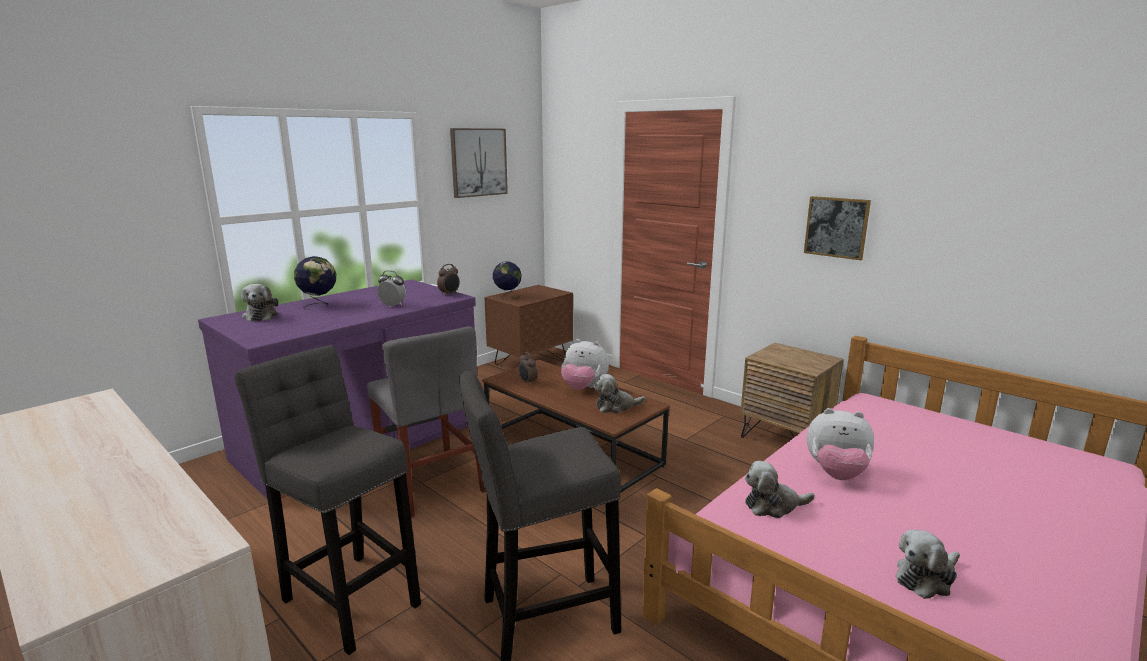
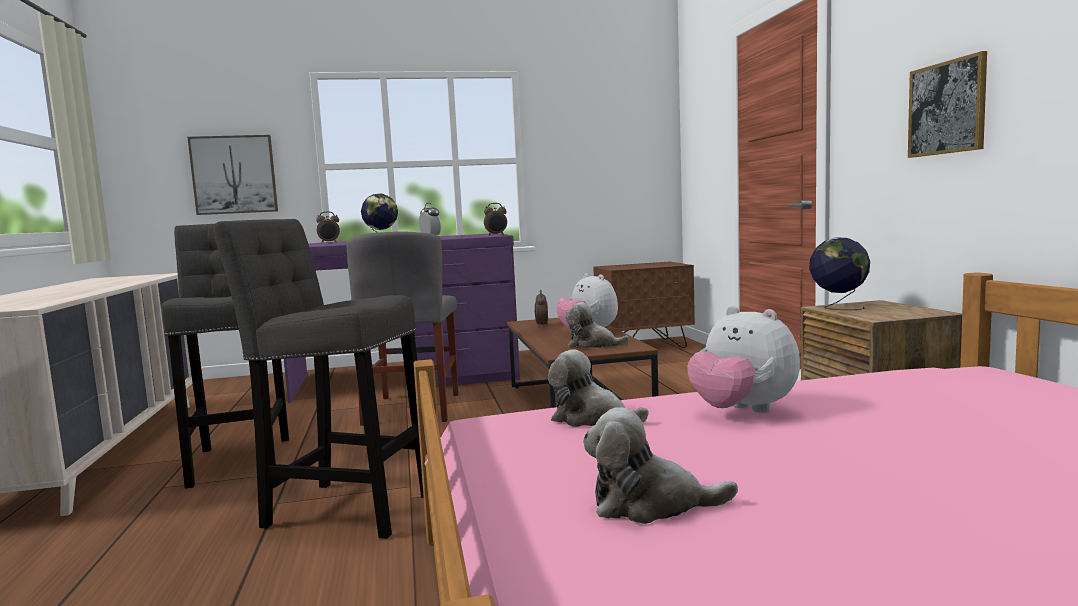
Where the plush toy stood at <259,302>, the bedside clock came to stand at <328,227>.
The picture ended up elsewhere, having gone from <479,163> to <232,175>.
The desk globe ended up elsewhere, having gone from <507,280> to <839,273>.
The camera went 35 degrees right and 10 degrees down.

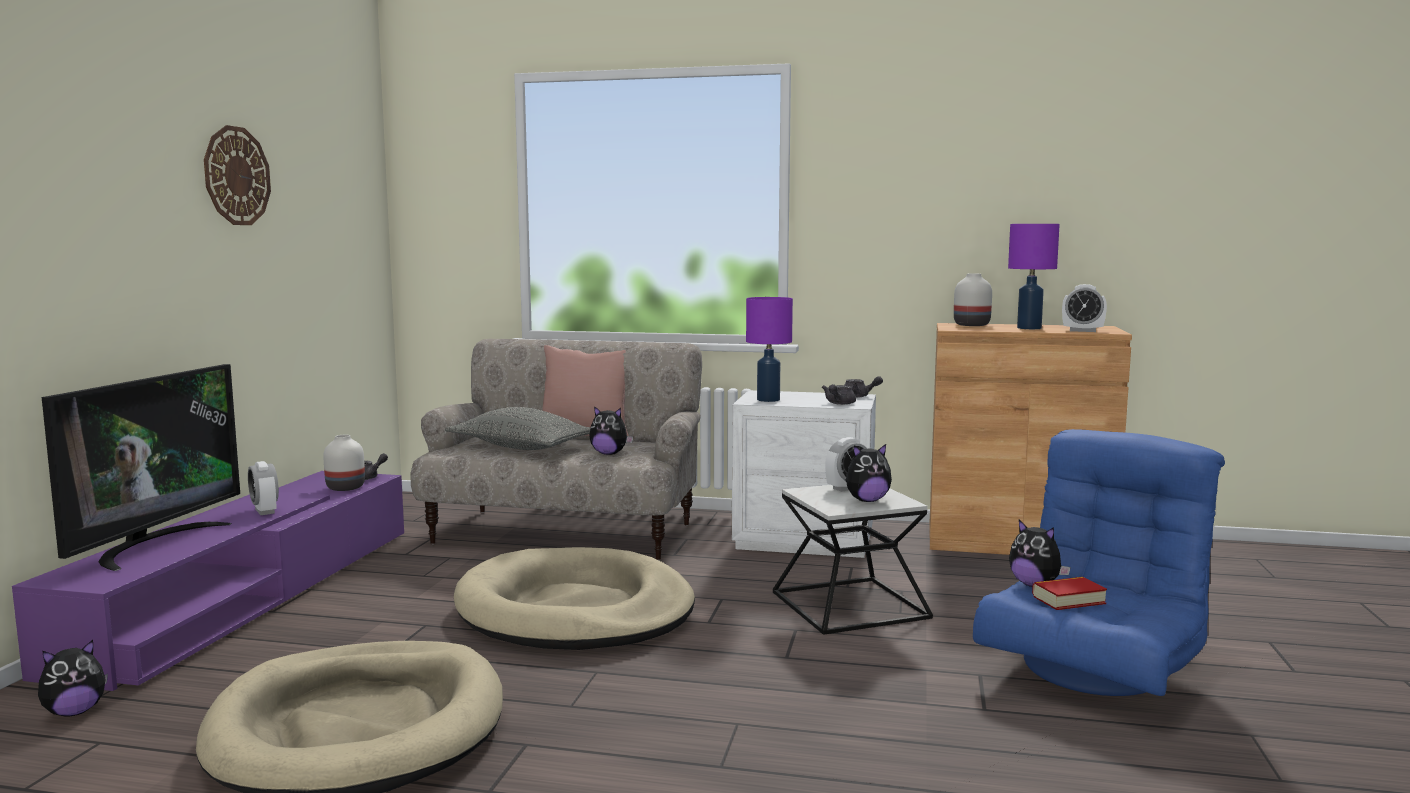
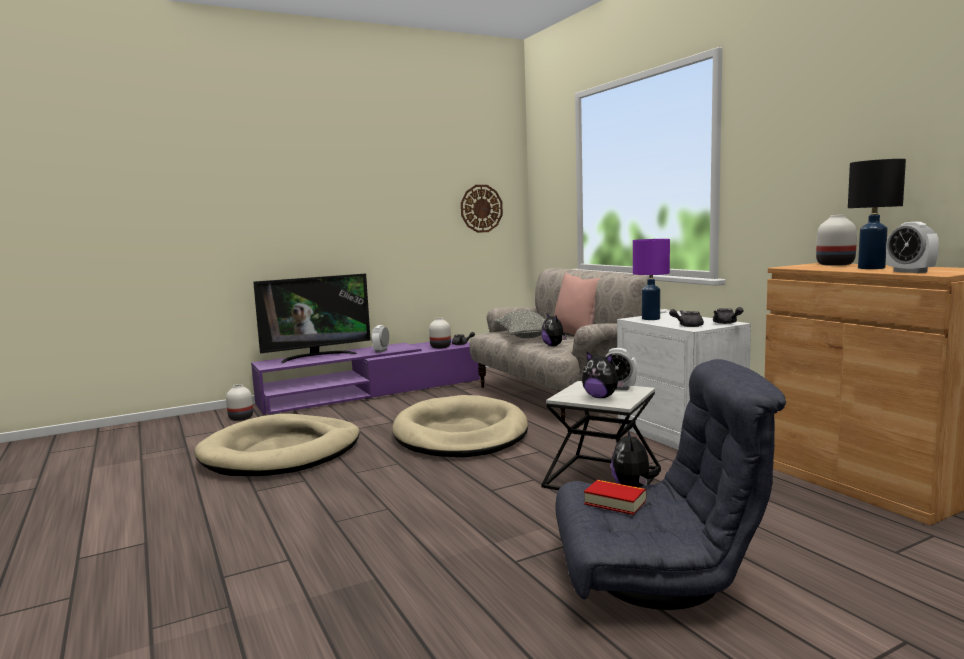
Where the plush toy stood at <73,678>, the decorative vase (white-coloured) came to stand at <239,402>.
The wall clock ended up elsewhere, having gone from <237,175> to <482,209>.
What was the lounge chair (blue) at <1099,562> turned into the lounge chair (gray) at <670,484>.
What was the lamp for a table (purple-coloured) at <1034,276> turned into the lamp for a table (blackish) at <877,214>.
The camera went 50 degrees right and 0 degrees up.

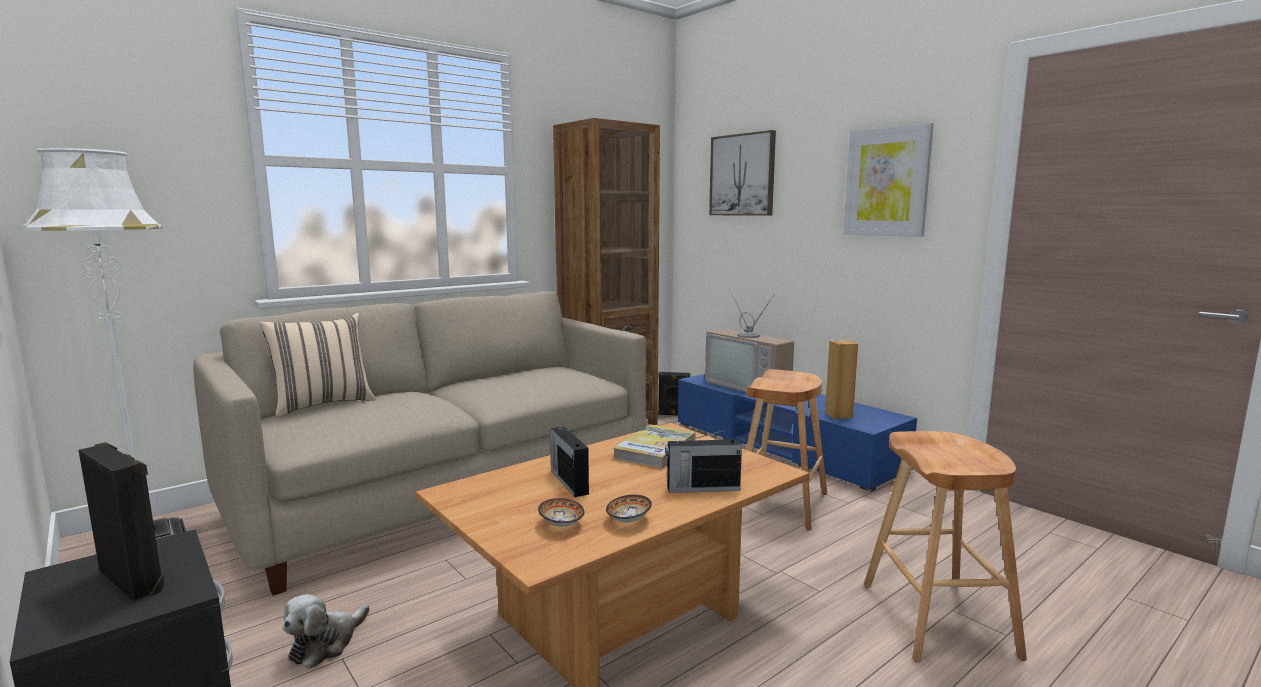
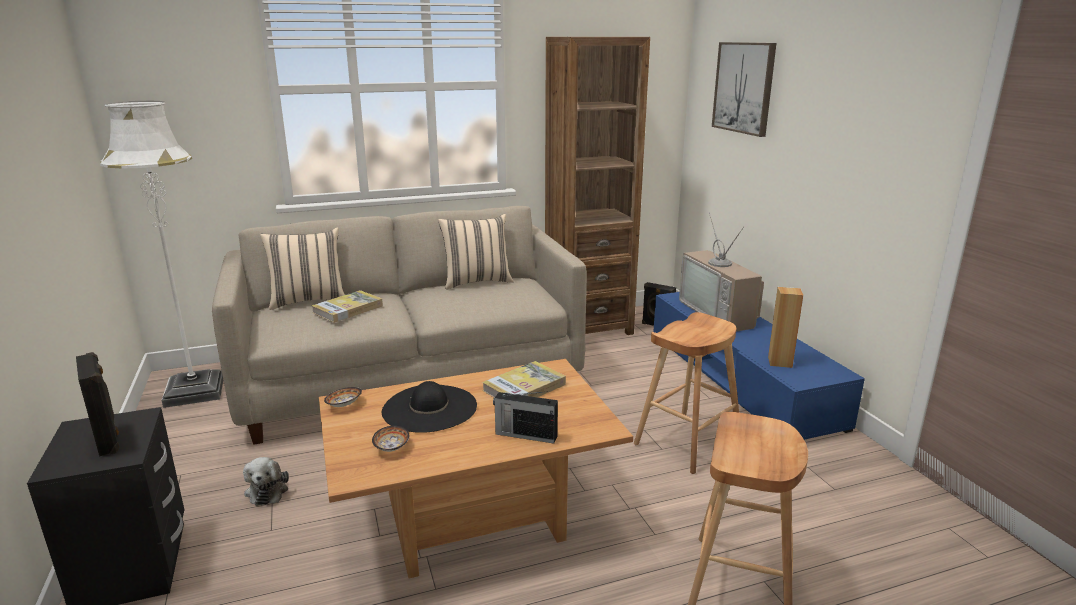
The plush toy at <326,631> ended up facing another way, 60 degrees counterclockwise from before.
Where the radio receiver stood at <569,461>, the clothing hat (blackish) came to stand at <429,407>.
The bowl ended up elsewhere, having gone from <629,508> to <343,397>.
The second view lost the picture at <888,180>.
The second view gained the volume at <347,306>.
The second view gained the cushion (beige) at <476,252>.
The camera went 20 degrees right and 10 degrees up.

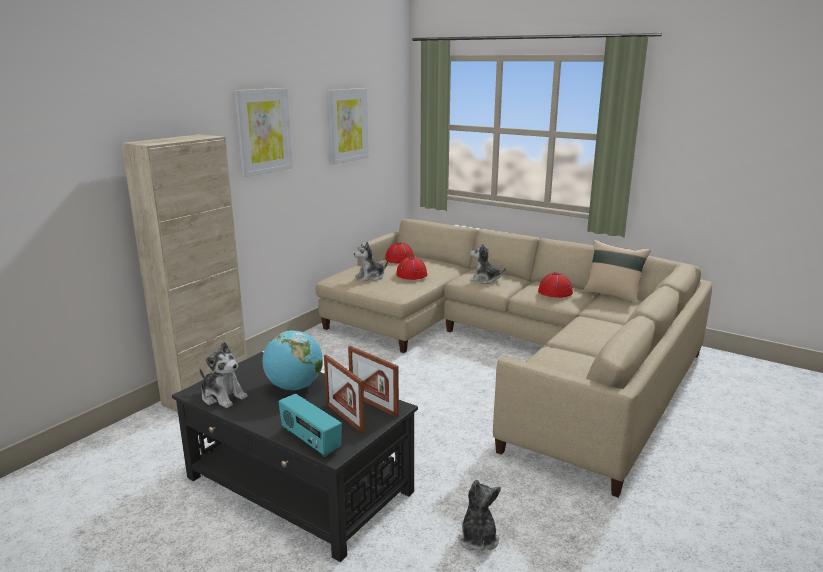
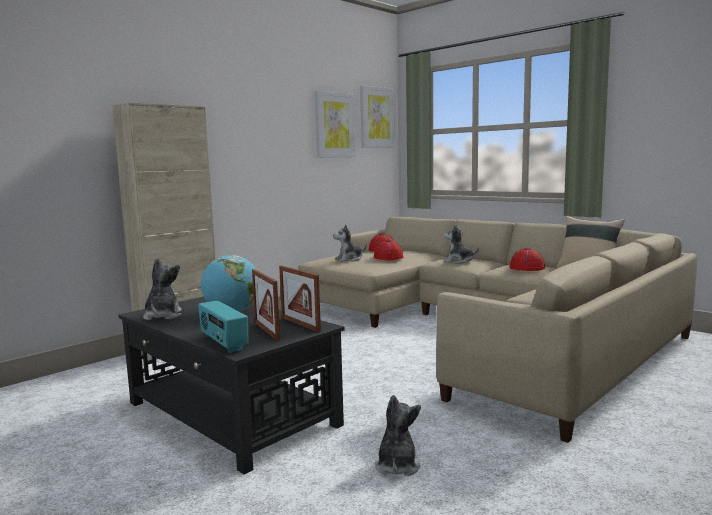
The plush toy at <223,375> ended up facing another way, 135 degrees counterclockwise from before.
The picture ended up elsewhere, having gone from <263,132> to <377,116>.
The camera went 10 degrees right and 10 degrees down.

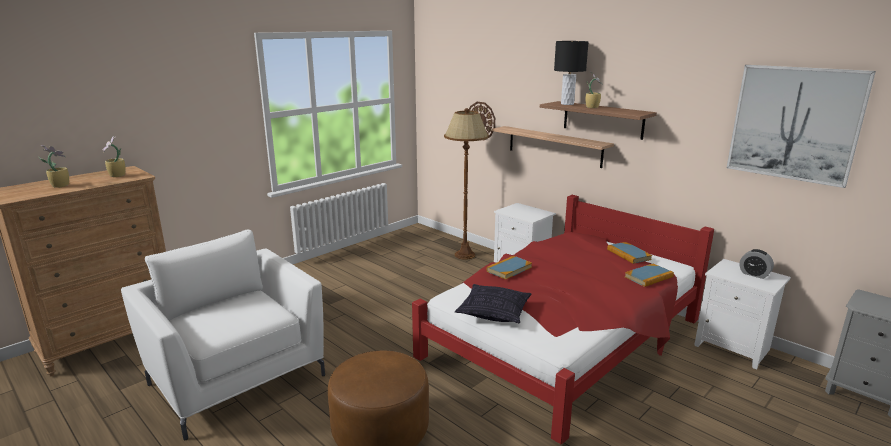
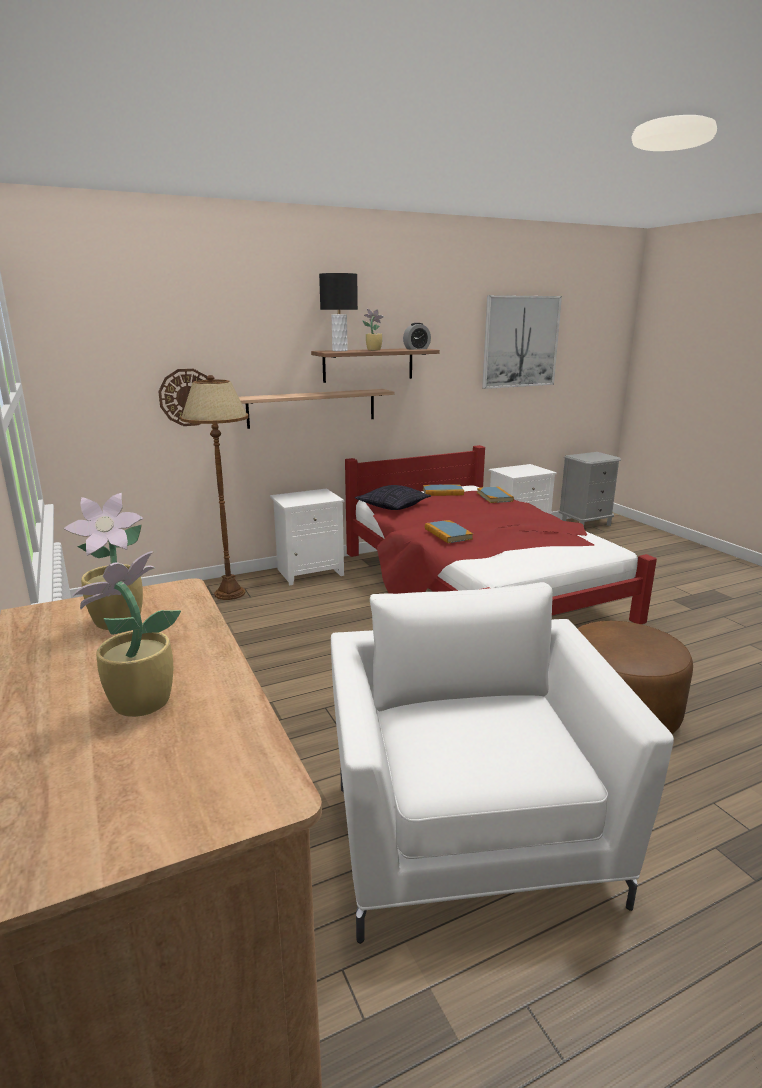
The lounge chair (white-coloured) at <223,334> ended up facing another way, 105 degrees clockwise from before.
The cushion ended up elsewhere, having gone from <493,303> to <393,497>.
The bedside clock ended up elsewhere, having gone from <756,264> to <417,336>.
The camera went 70 degrees left and 0 degrees up.

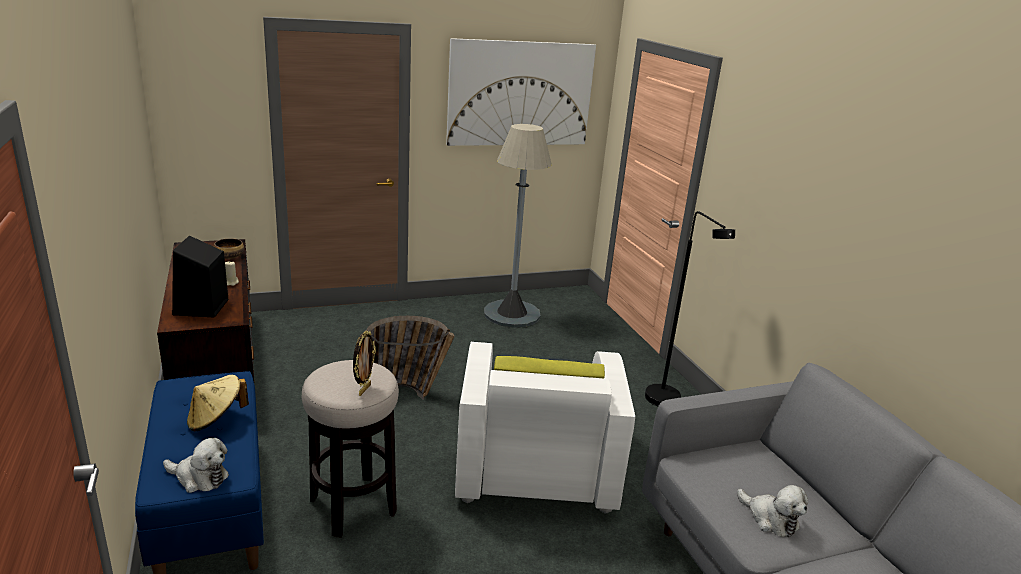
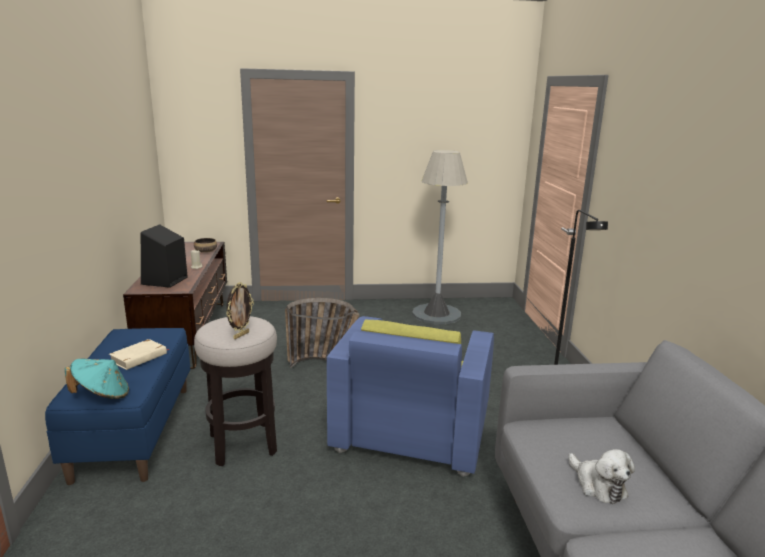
Where the plush toy stood at <196,465>, the clothing hat (blue-green) came to stand at <97,379>.
Where the clothing hat (beige) stood at <218,403>, the volume (beige) came to stand at <139,354>.
The second view lost the picture at <521,92>.
What was the lounge chair (white-coloured) at <545,428> turned into the lounge chair (blue) at <410,396>.
The camera went 15 degrees right and 5 degrees down.

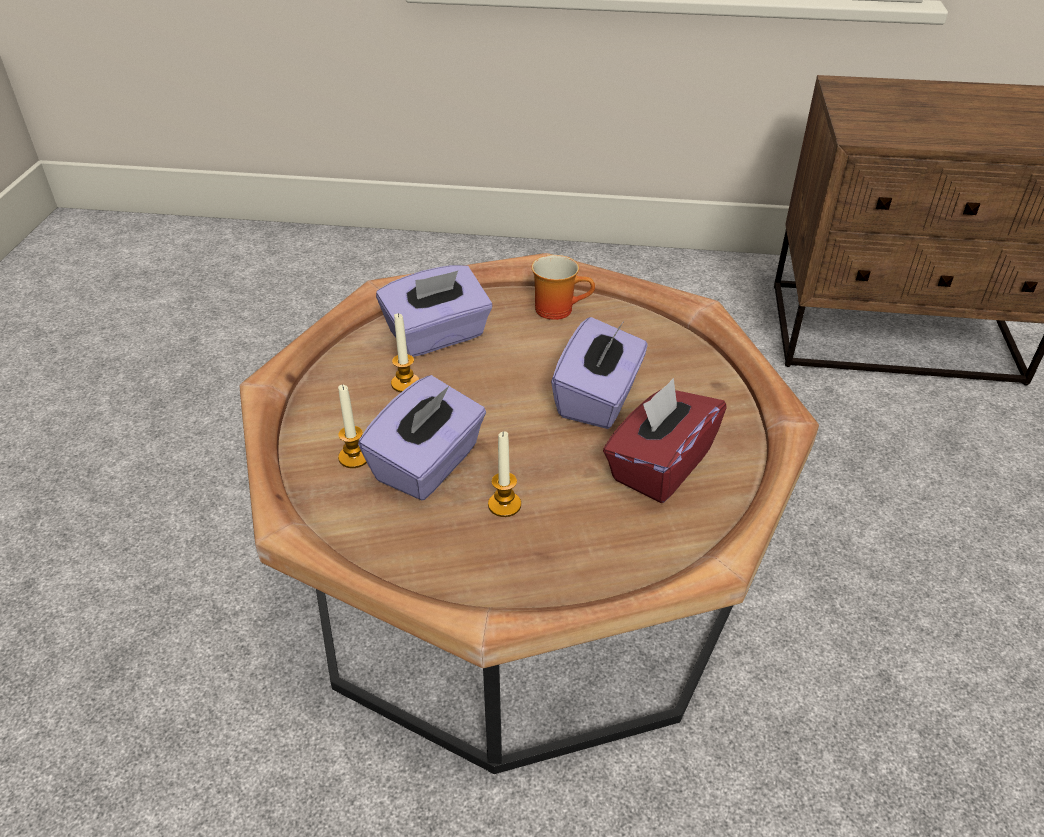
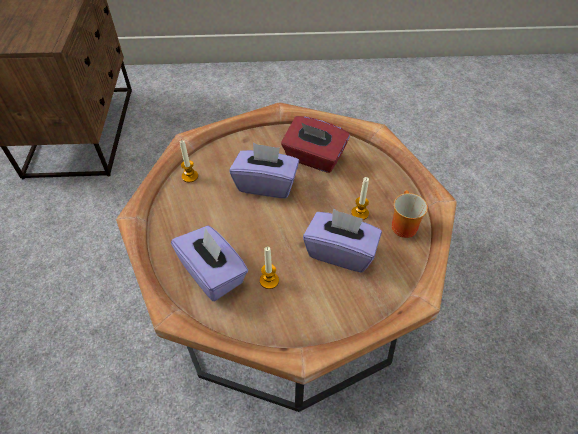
The candle ended up elsewhere, having gone from <352,426> to <189,161>.
The coffee mug ended up elsewhere, having gone from <563,287> to <410,214>.
The camera went 100 degrees left and 10 degrees up.

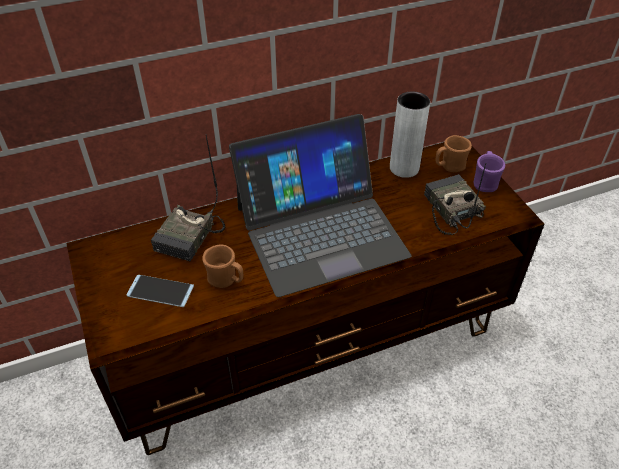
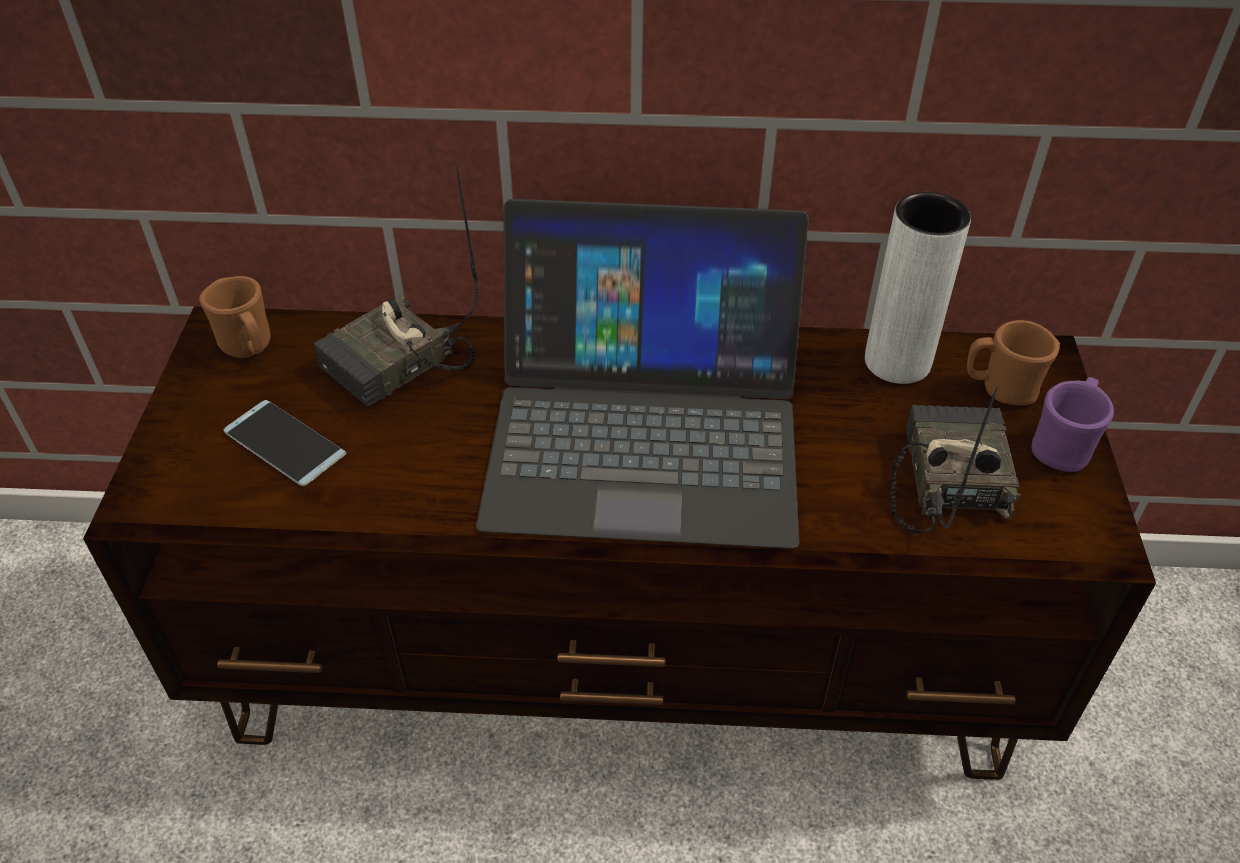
The coffee mug (brown-coloured) ended up elsewhere, having gone from <222,266> to <234,317>.
The camera went 25 degrees right and 0 degrees up.

